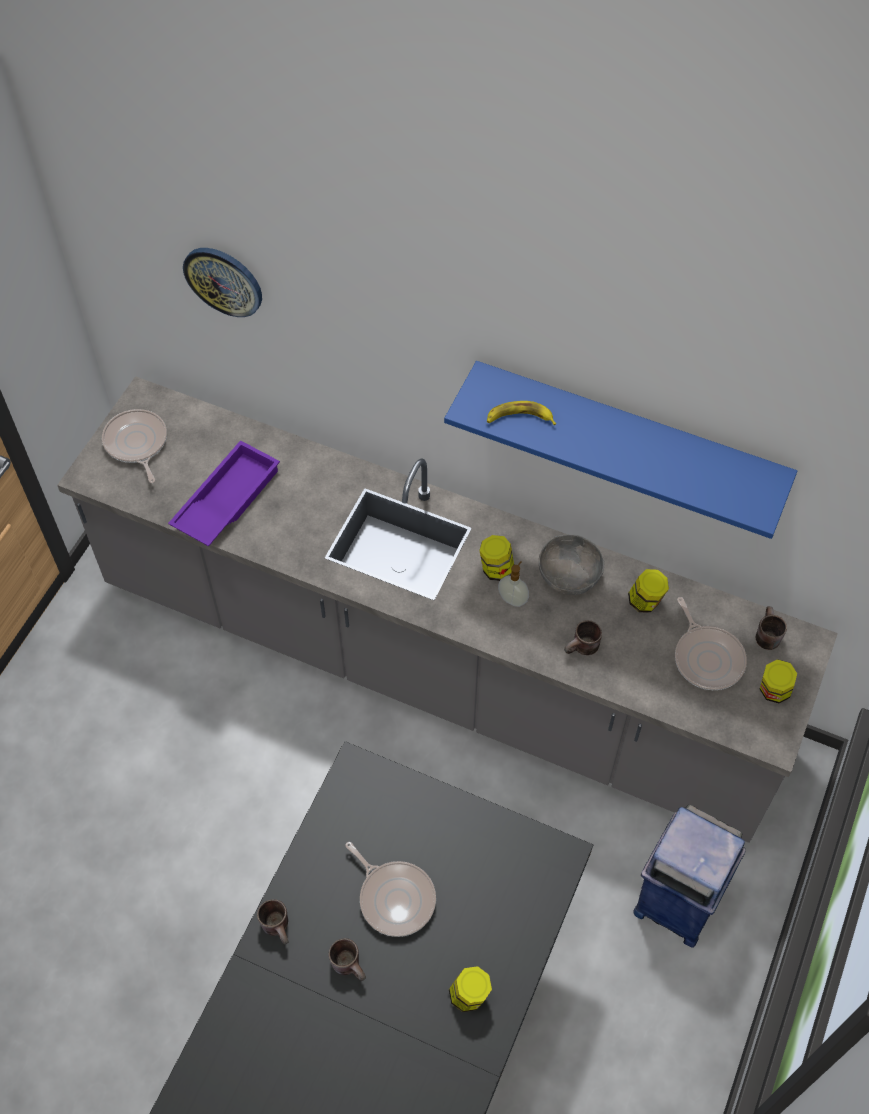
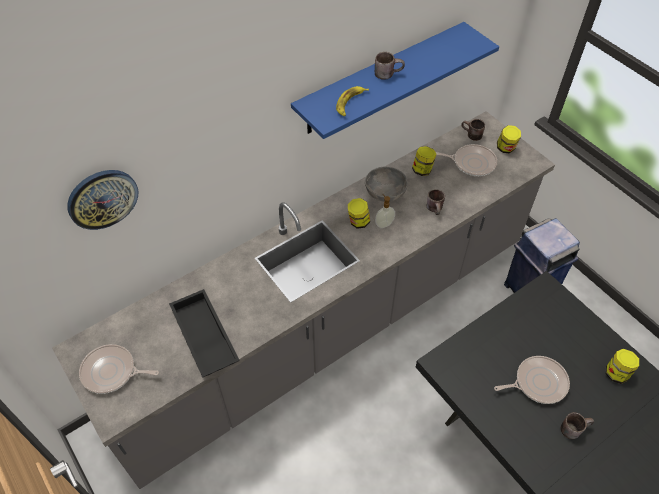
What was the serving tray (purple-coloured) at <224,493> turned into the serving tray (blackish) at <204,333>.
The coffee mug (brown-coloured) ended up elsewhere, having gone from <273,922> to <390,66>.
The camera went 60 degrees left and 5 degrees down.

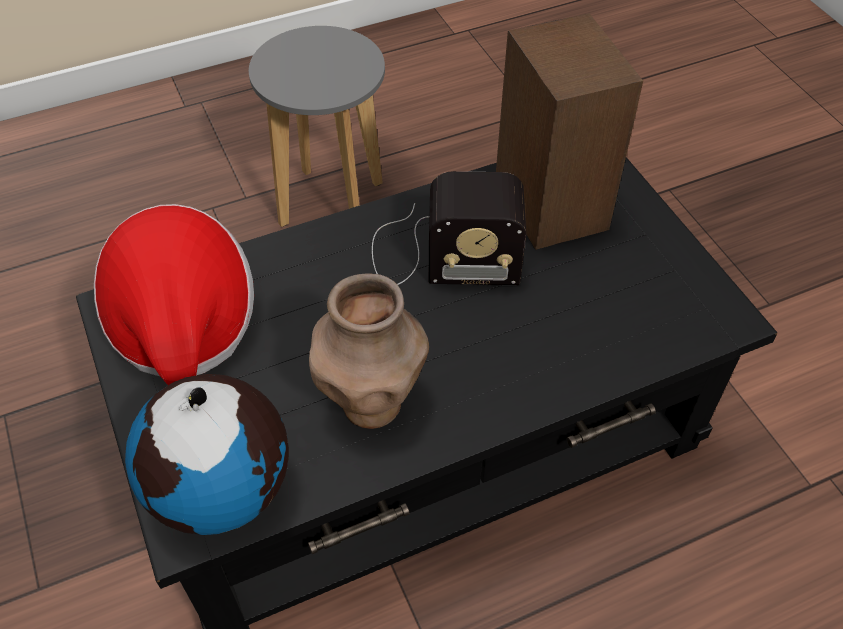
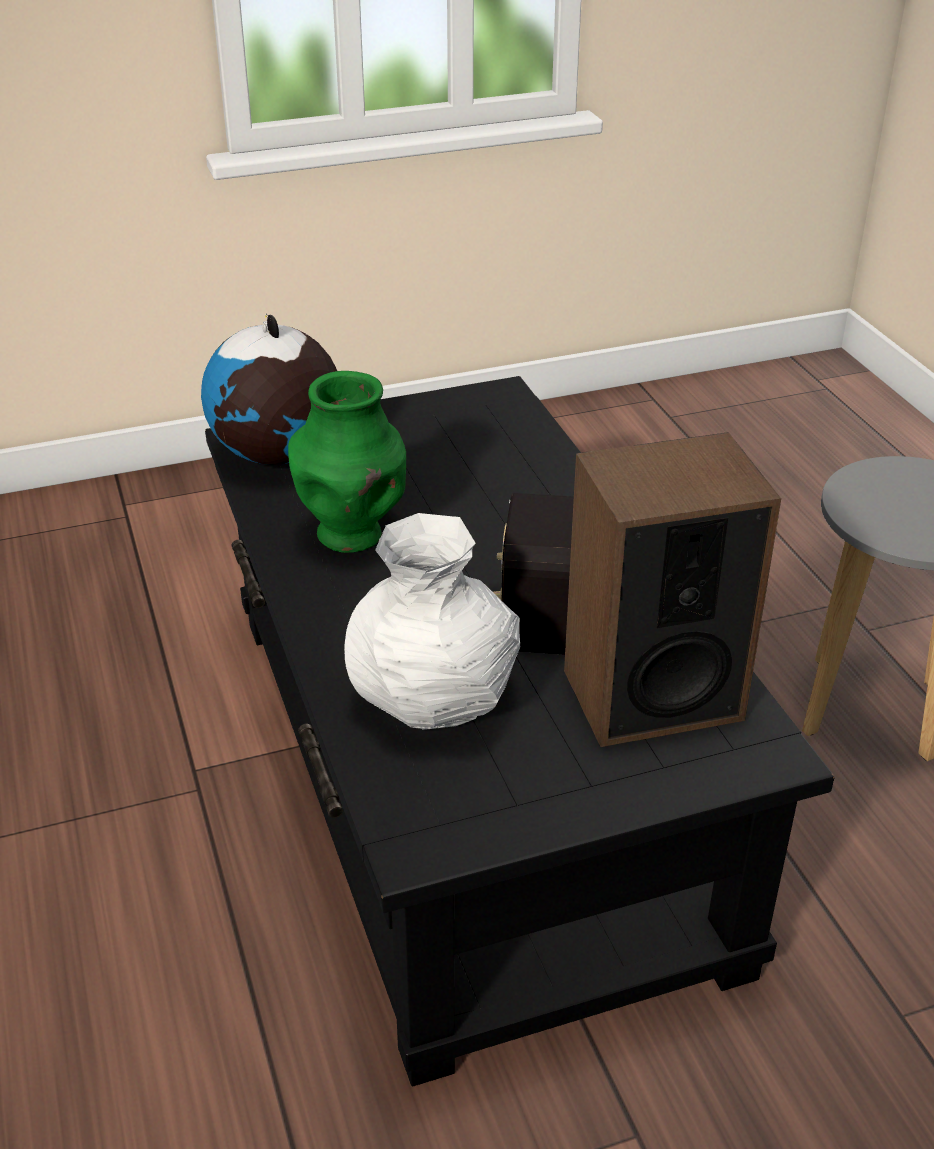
The second view lost the clothing hat at <174,294>.
What was the decorative vase (brown-coloured) at <369,351> turned into the decorative vase (green-coloured) at <347,462>.
The second view gained the decorative vase (white-coloured) at <432,621>.
The camera went 95 degrees right and 15 degrees down.

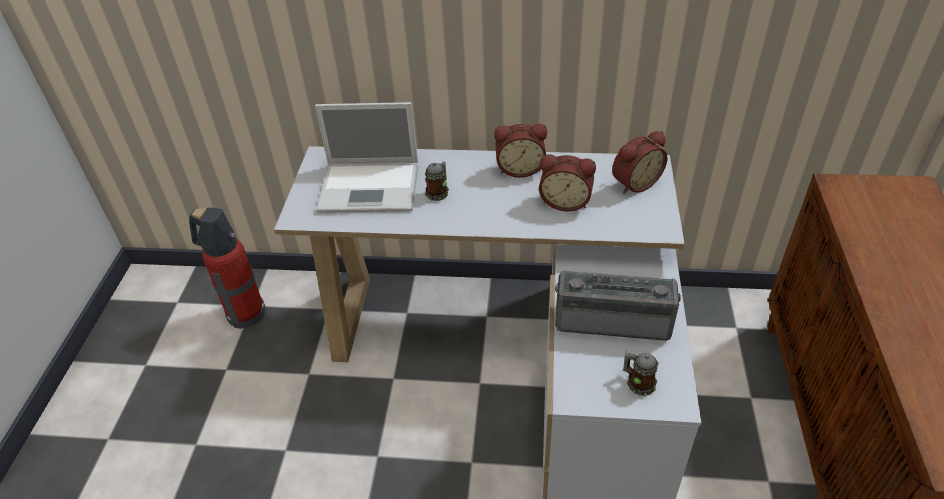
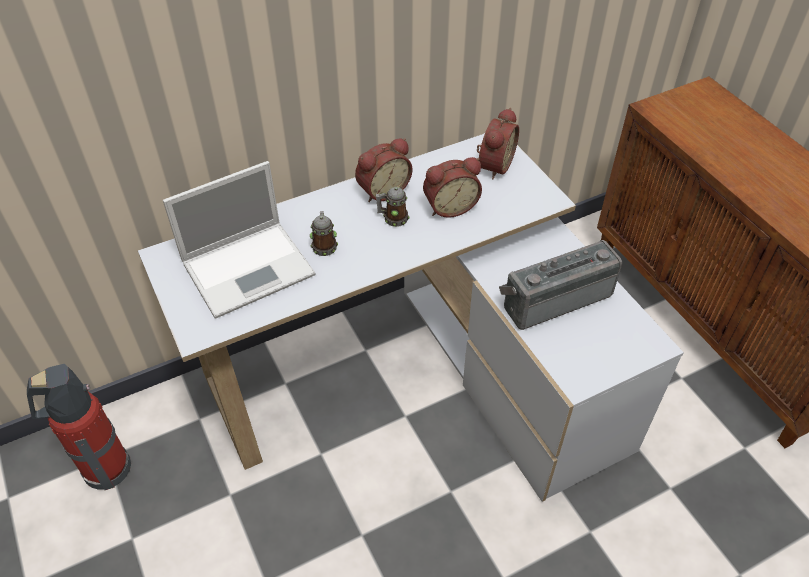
The coffee mug ended up elsewhere, having gone from <641,373> to <393,207>.
The camera went 35 degrees left and 5 degrees up.

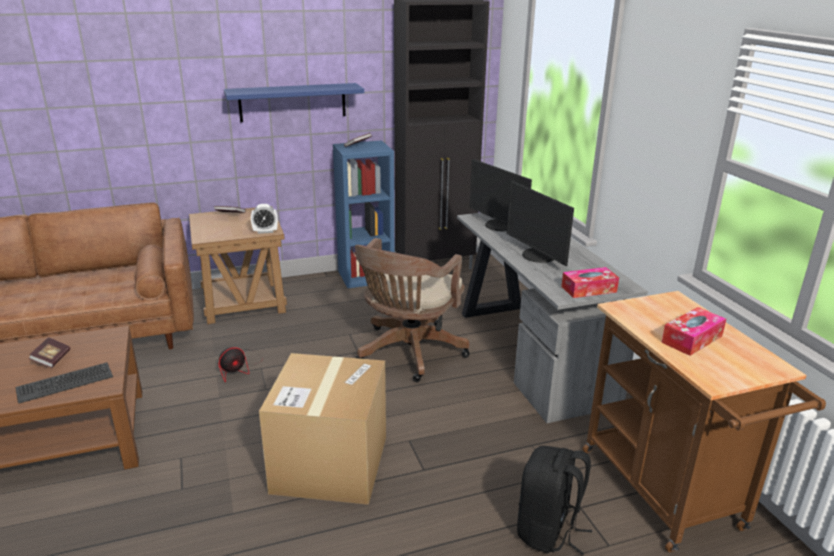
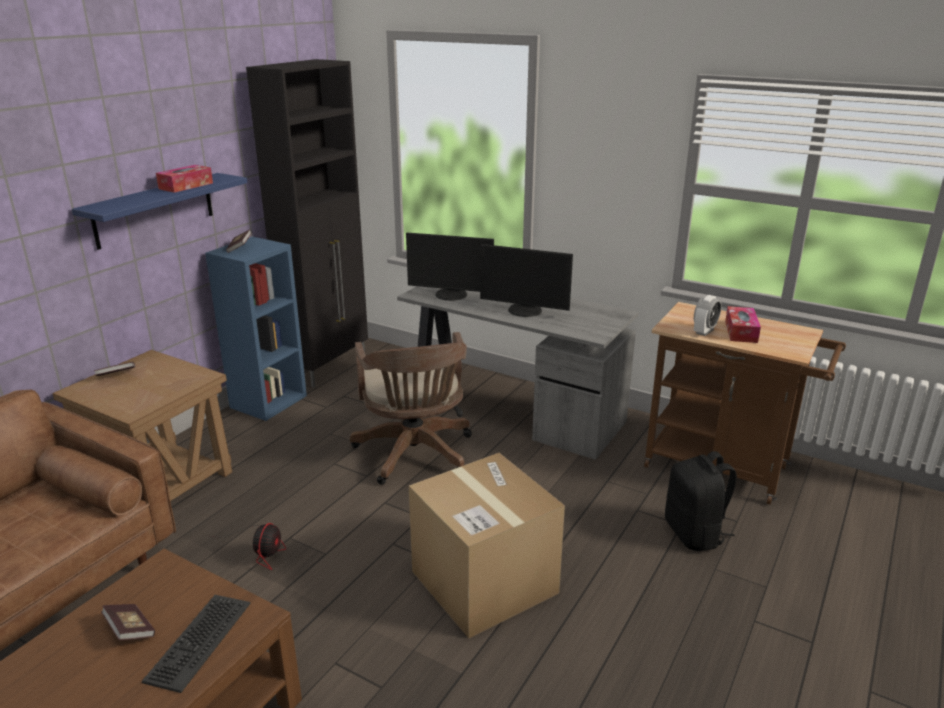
The bedside clock ended up elsewhere, having gone from <264,219> to <708,315>.
The tissue holder ended up elsewhere, having gone from <590,282> to <184,179>.
The camera went 40 degrees left and 0 degrees up.

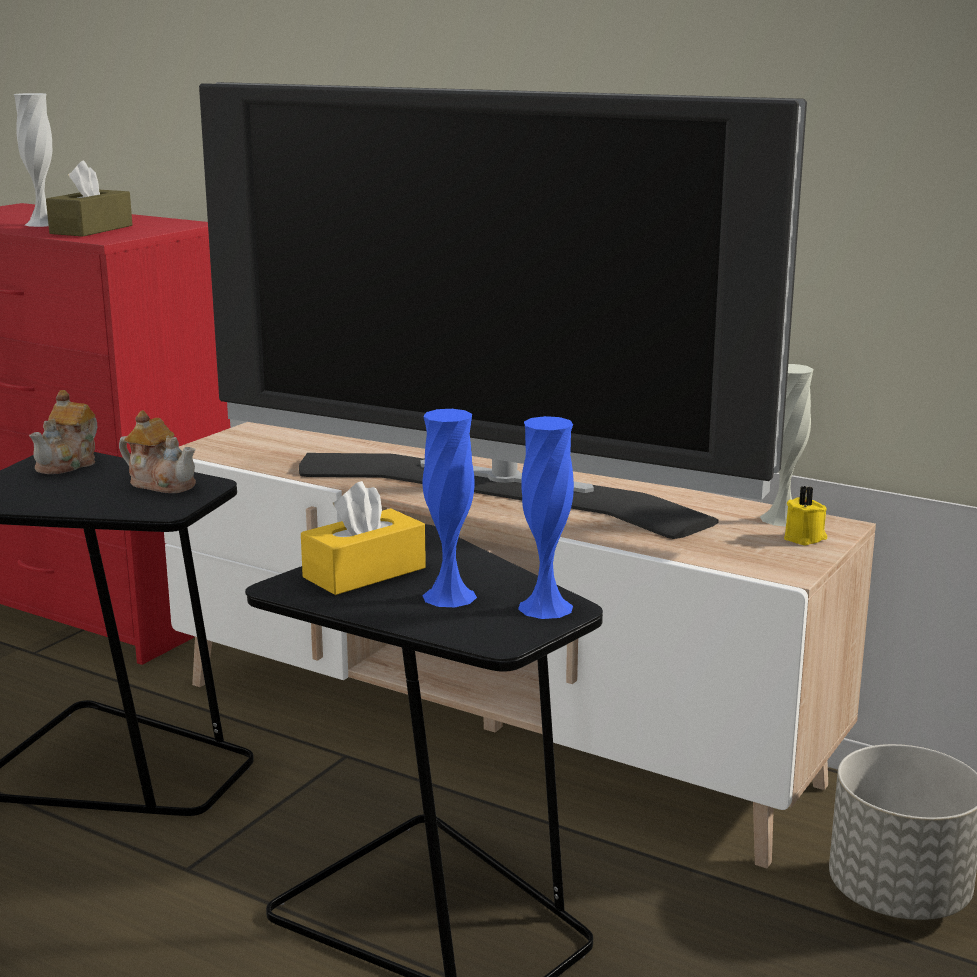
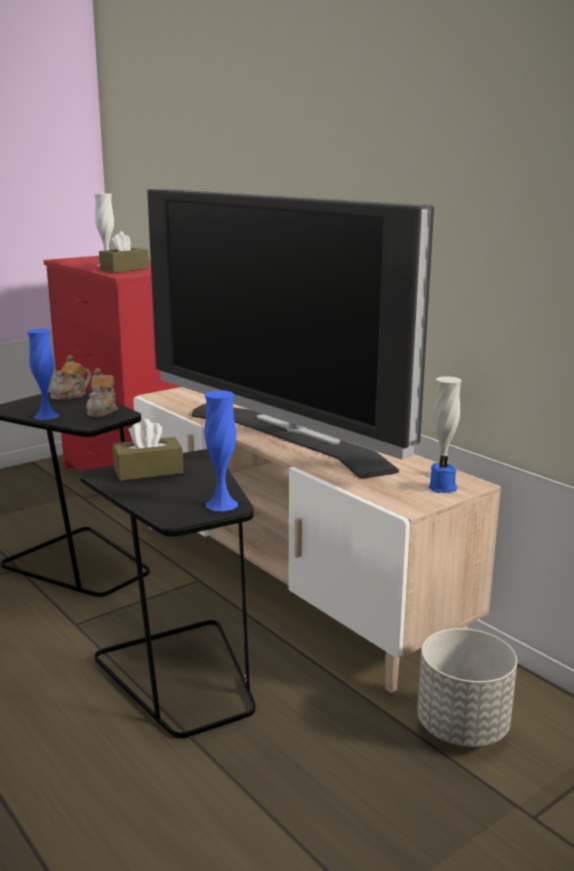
The teapot at <157,451> ended up facing another way, 45 degrees clockwise from before.
What was the tissue holder (yellow) at <363,538> turned into the tissue holder (brown-coloured) at <148,450>.
The decorative vase (blue) ended up elsewhere, having gone from <449,508> to <43,374>.
What was the candle (yellow) at <805,516> turned into the candle (blue) at <443,474>.
The camera went 20 degrees right and 0 degrees up.

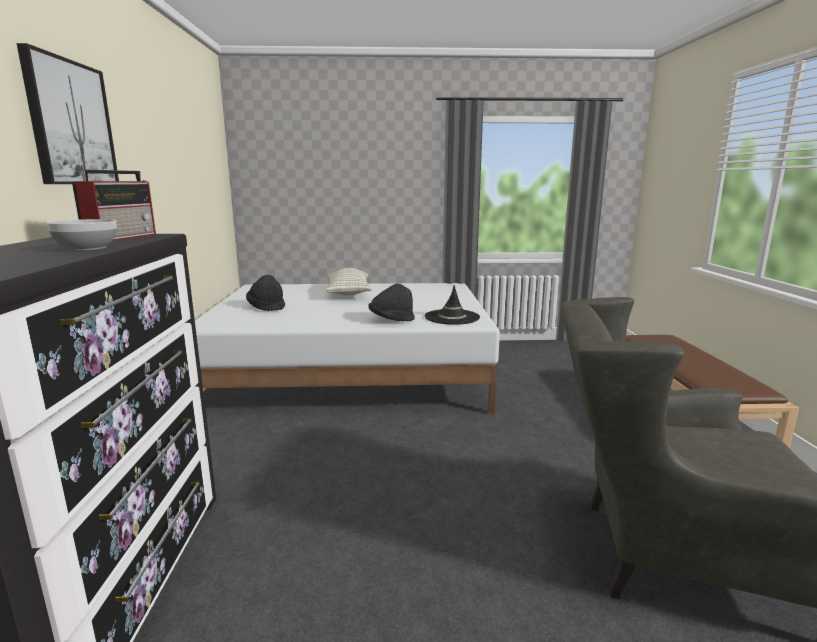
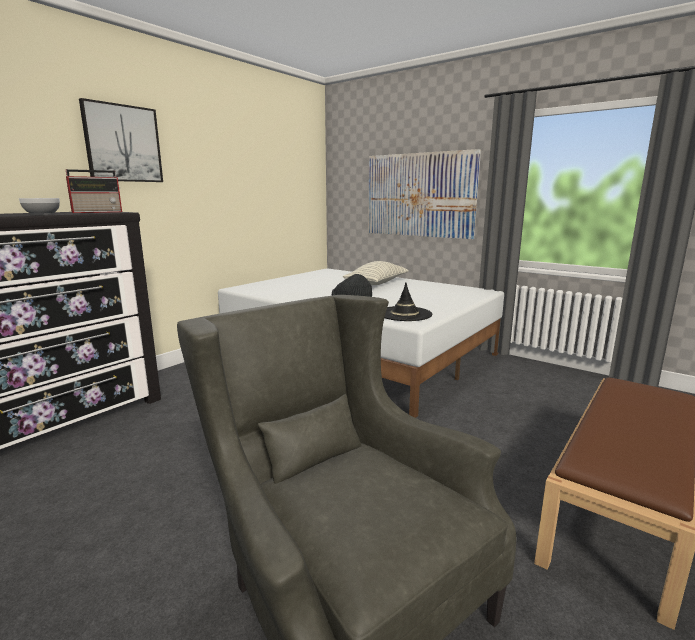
The second view lost the clothing hat (blackish) at <265,293>.
The second view gained the picture at <424,194>.
The camera went 40 degrees right and 0 degrees up.

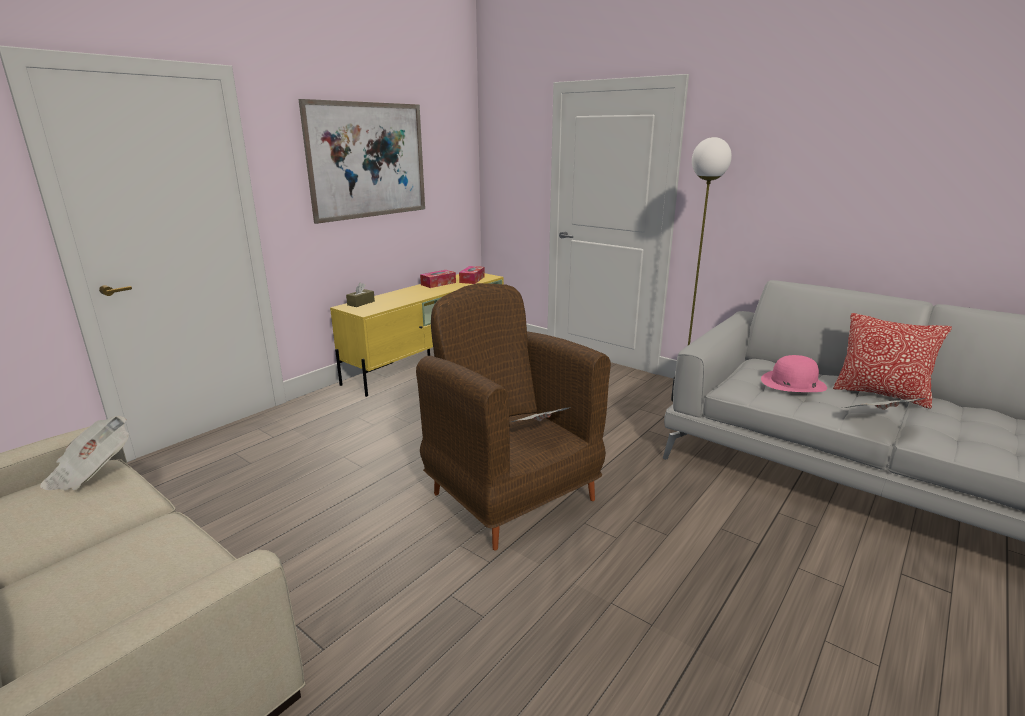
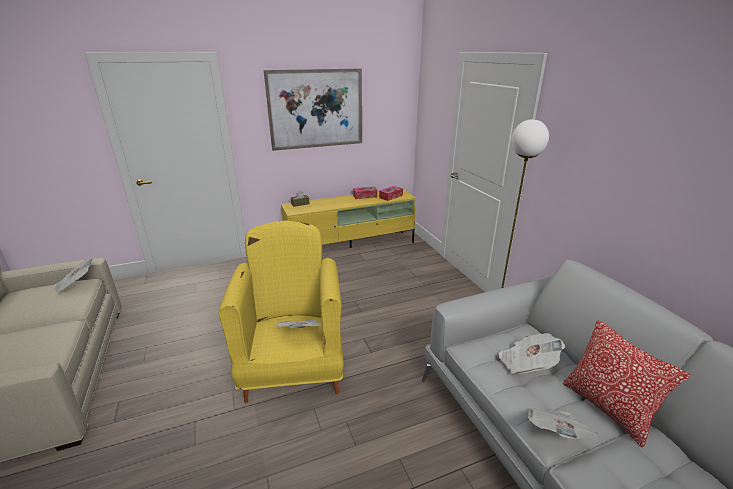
What was the lounge chair (brown-coloured) at <513,416> turned into the lounge chair (yellow) at <281,312>.
Where the clothing hat (pink-coloured) stood at <794,373>, the printed paper came to stand at <531,353>.
The camera went 30 degrees right and 5 degrees up.

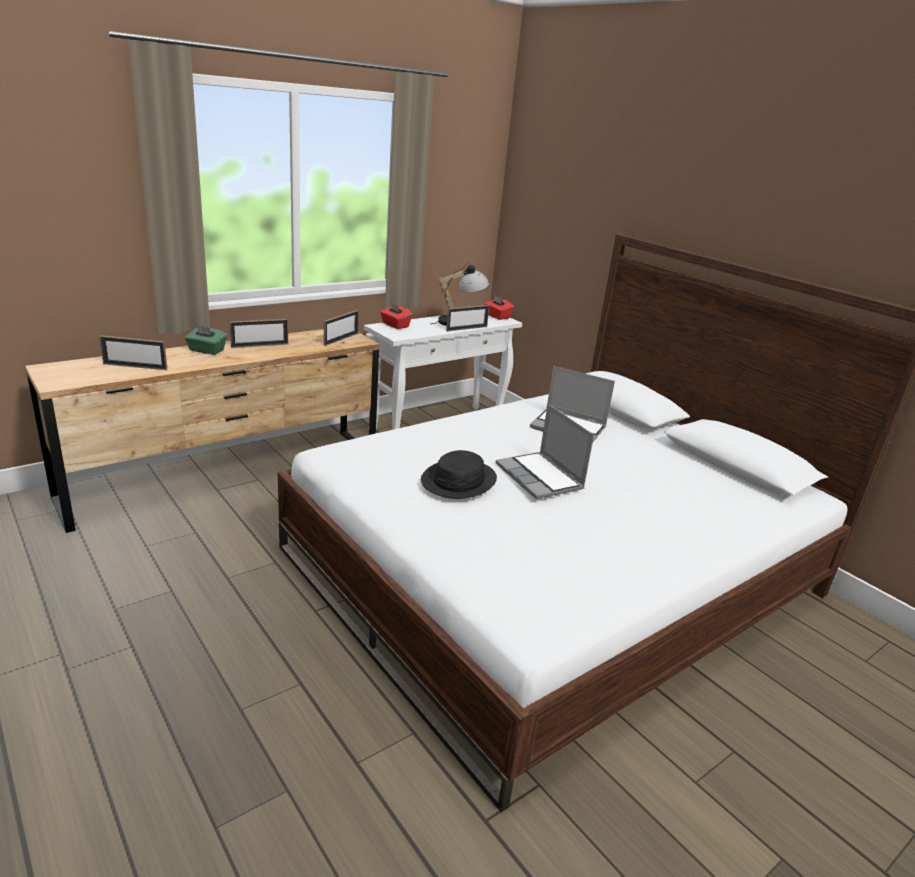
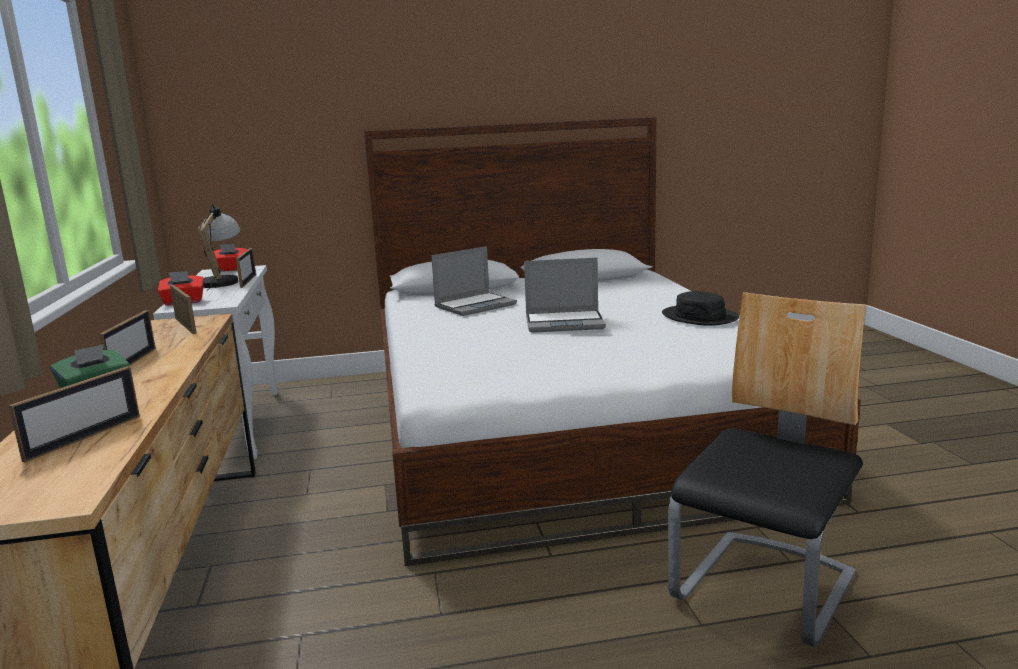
The clothing hat (blackish) ended up elsewhere, having gone from <459,474> to <700,308>.
The second view gained the plain chair at <767,470>.
The camera went 60 degrees left and 10 degrees down.

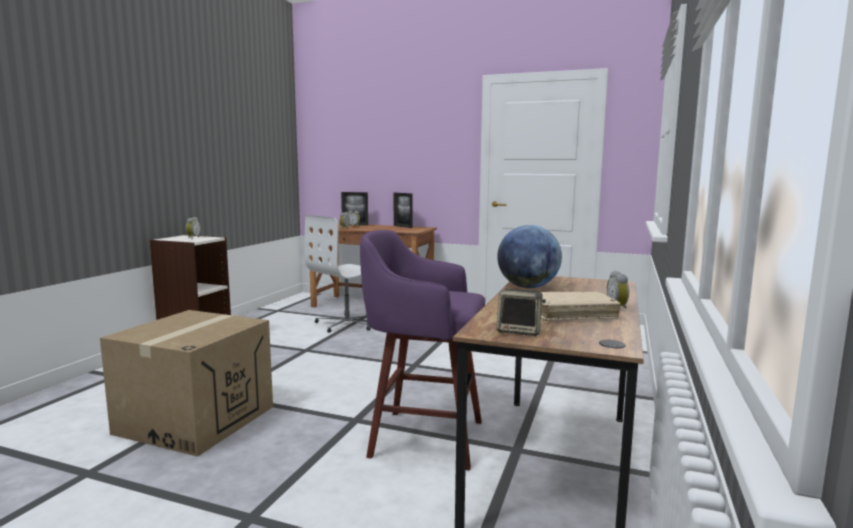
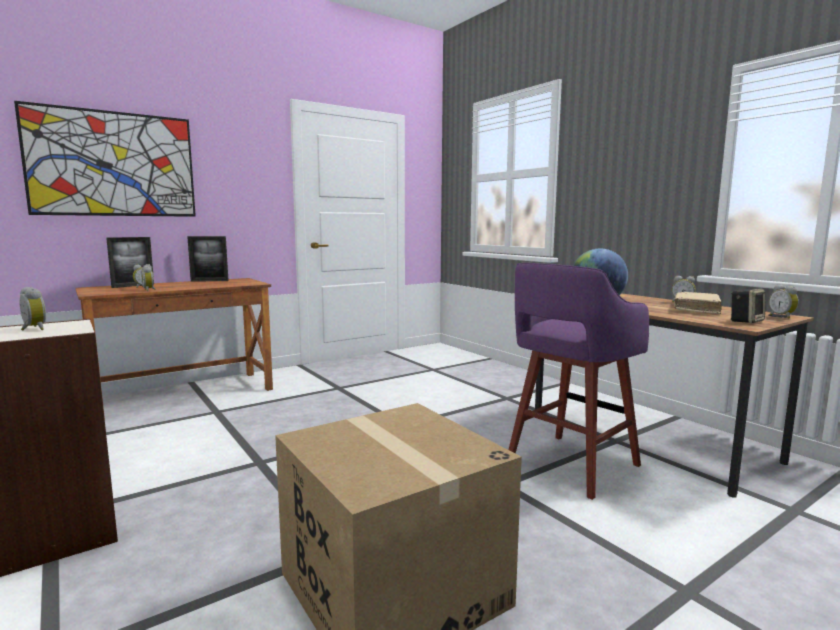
The second view lost the computer chair (white-coloured) at <337,274>.
The second view gained the picture at <105,159>.
The second view gained the bedside clock at <784,301>.
The camera went 55 degrees left and 0 degrees up.

